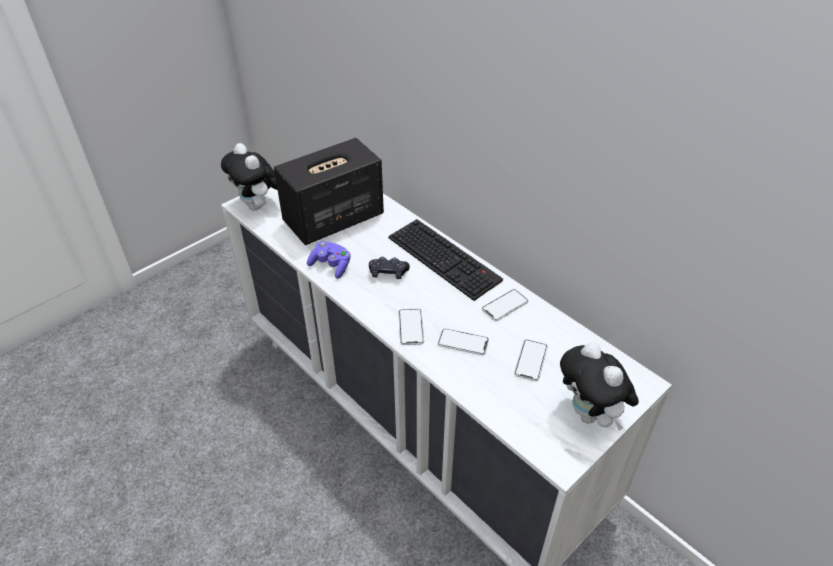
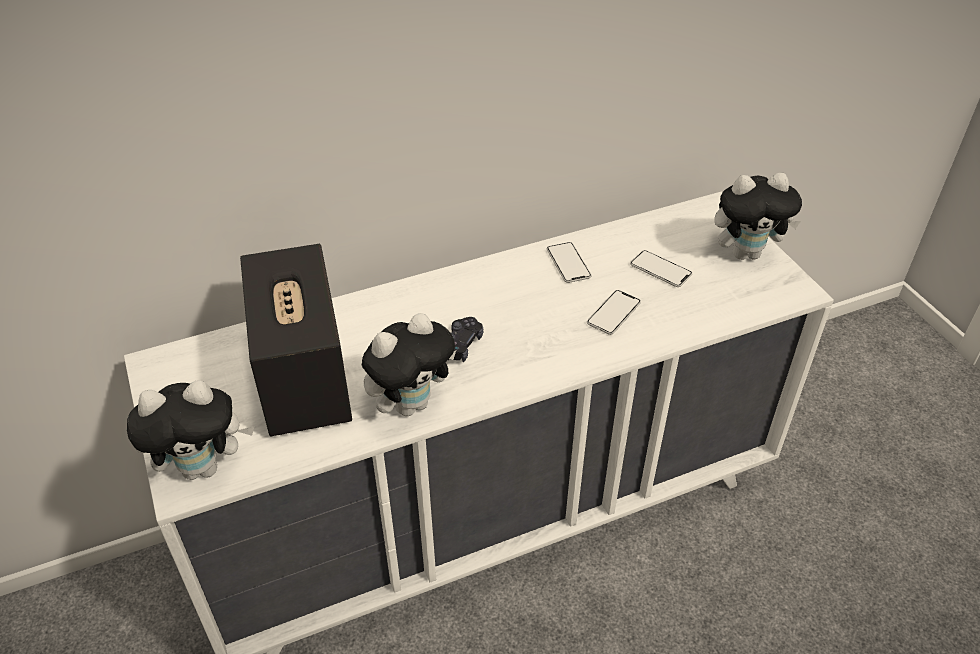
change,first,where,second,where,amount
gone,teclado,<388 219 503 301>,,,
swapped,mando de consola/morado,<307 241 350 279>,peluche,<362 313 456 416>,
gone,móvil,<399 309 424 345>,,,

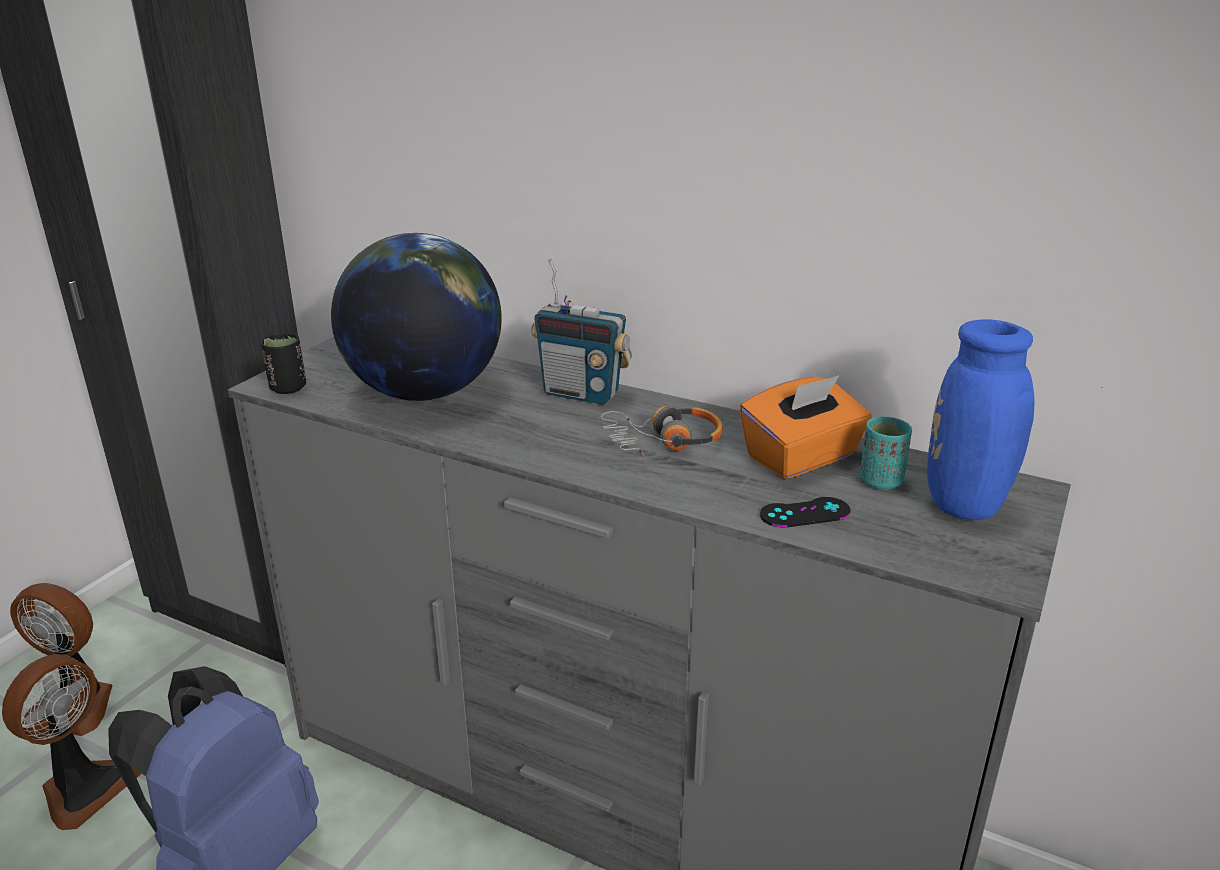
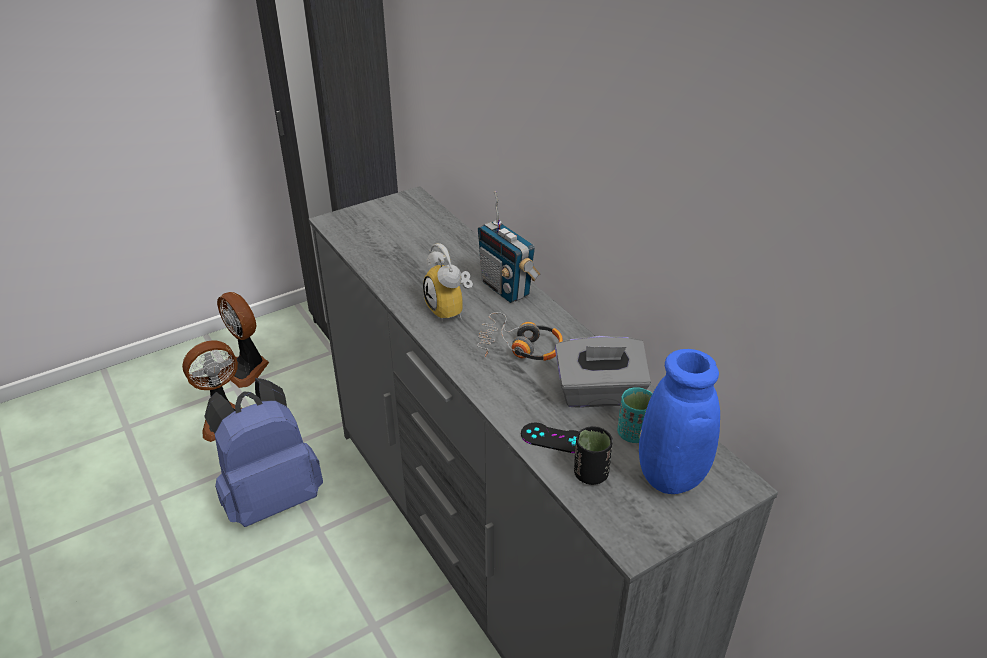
change,first,where,second,where,amount
gone,globo terráqueo,<331 233 502 401>,,,
shifted,taza/negro,<261 333 306 394>,,<574 426 613 485>,
repainted,caja de pañuelos/naranja,<739 375 872 479>,caja de pañuelos/gris,<555 336 651 408>,
new,,,despertador,<423 243 473 322>,

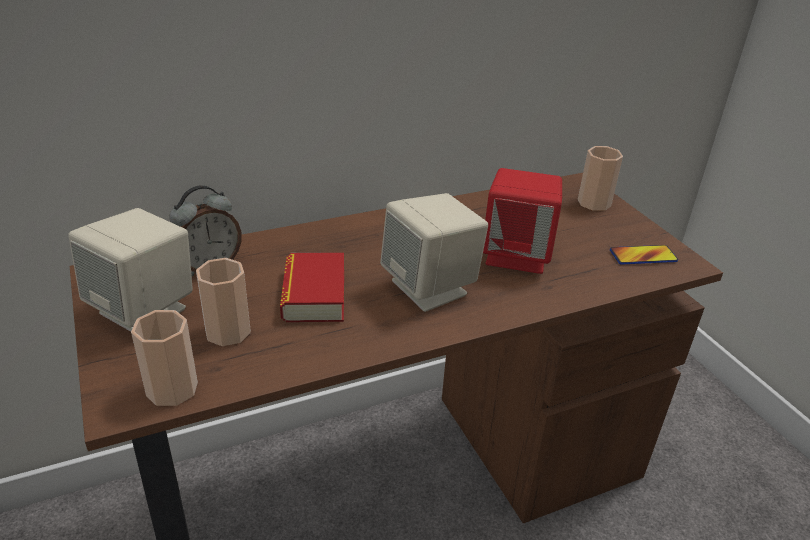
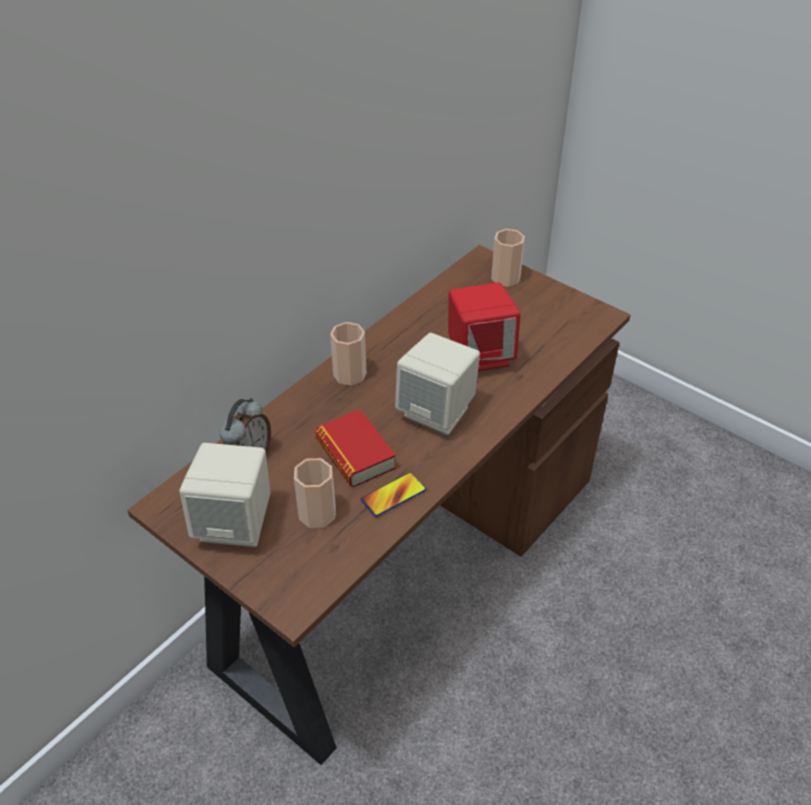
change,first,where,second,where,amount
shifted,móvil,<610 245 678 264>,,<361 472 426 517>,
shifted,taza,<131 310 198 406>,,<330 322 366 386>,

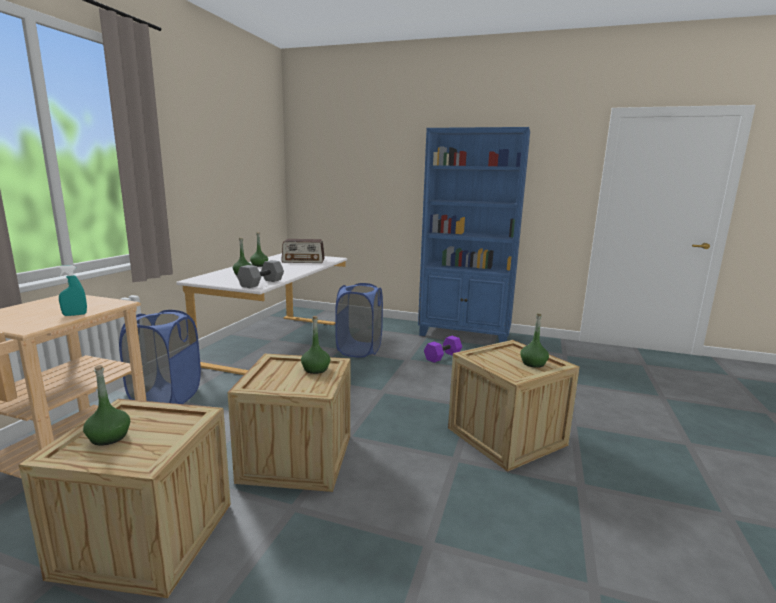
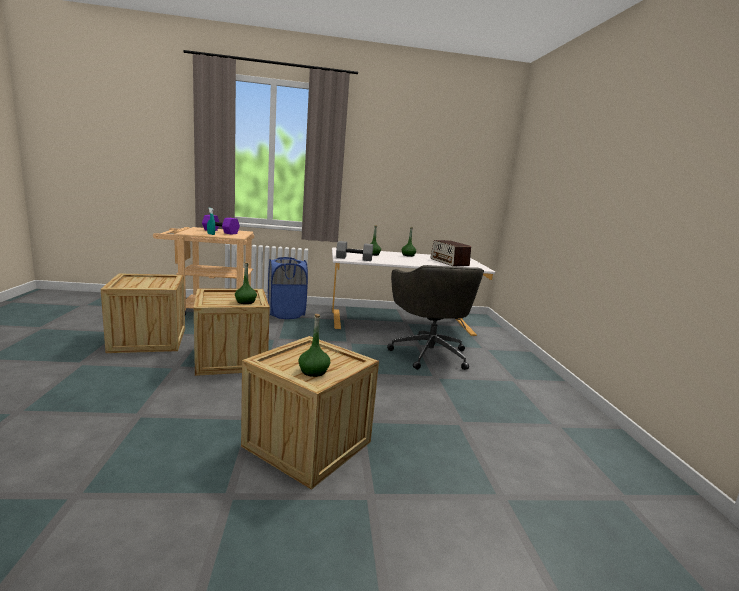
change,first,where,second,where,amount
gone,estantería/azul,<418 127 530 343>,,,
swapped,cesto de la ropa/azul,<335 283 383 358>,silla de oficina/gris,<387 265 484 370>,
shifted,mancuerna/morado,<424 336 462 363>,,<202 215 240 235>,
gone,botella/verde,<83 365 130 446>,,,

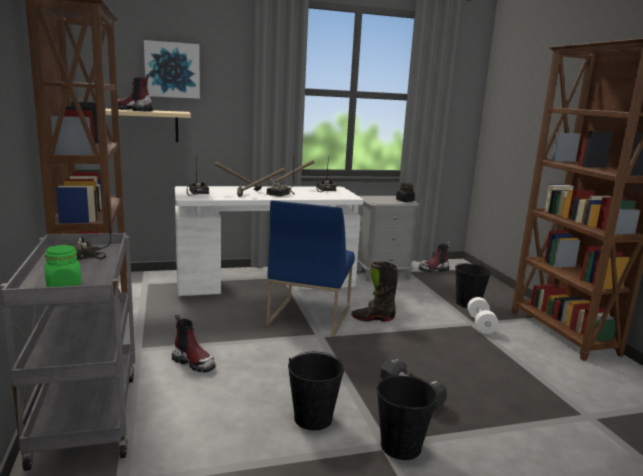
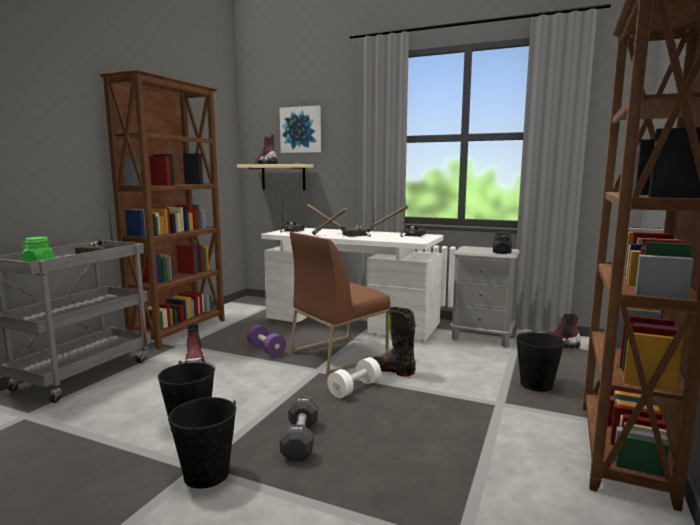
change,first,where,second,where,amount
repainted,silla/azul,<266 200 355 337>,silla/marrón,<290 232 390 375>,
shifted,mancuerna/blanco,<467 297 499 334>,,<327 357 381 398>,
new,,,mancuerna/morado,<247 325 286 357>,

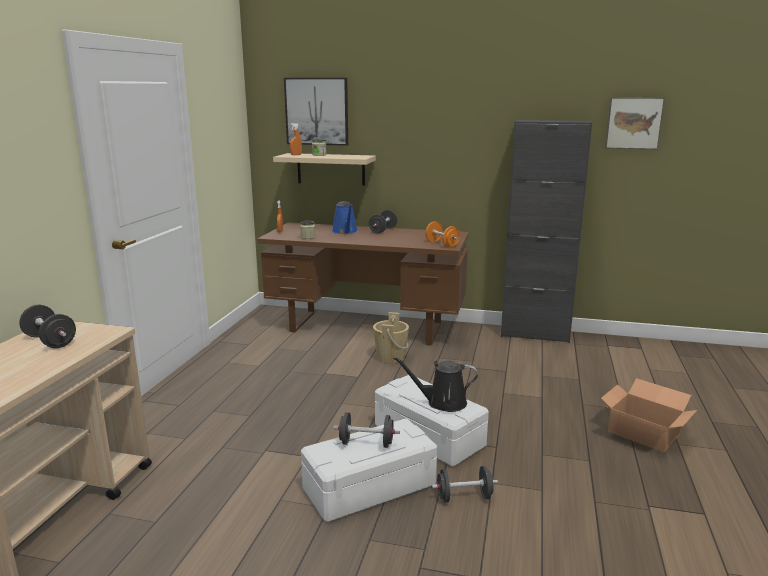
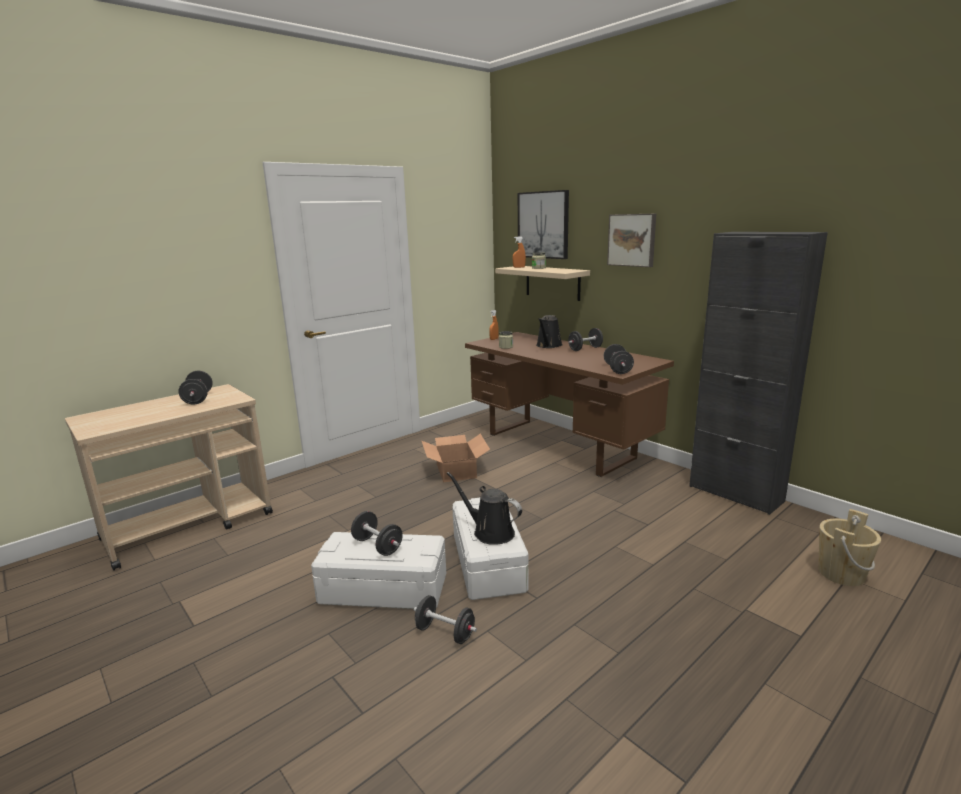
change,first,where,second,where,amount
shifted,cuadro,<605 97 665 150>,,<607 214 656 267>,
repainted,regadera/azul,<332 201 358 234>,regadera/negro,<536 315 563 348>,
repainted,mancuerna/naranja,<425 221 460 247>,mancuerna/negro,<604 344 634 374>,
shifted,cubo/beis,<373 312 409 363>,,<818 509 881 586>,
shifted,caja de cartón,<601 378 697 452>,,<422 434 490 482>,

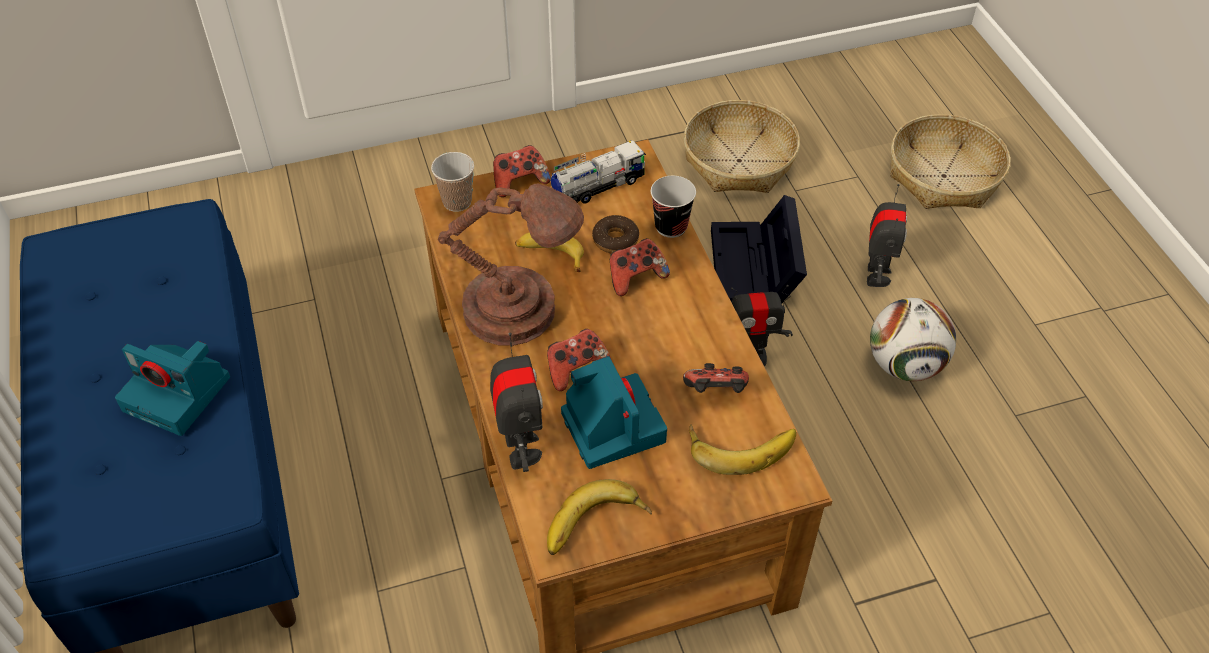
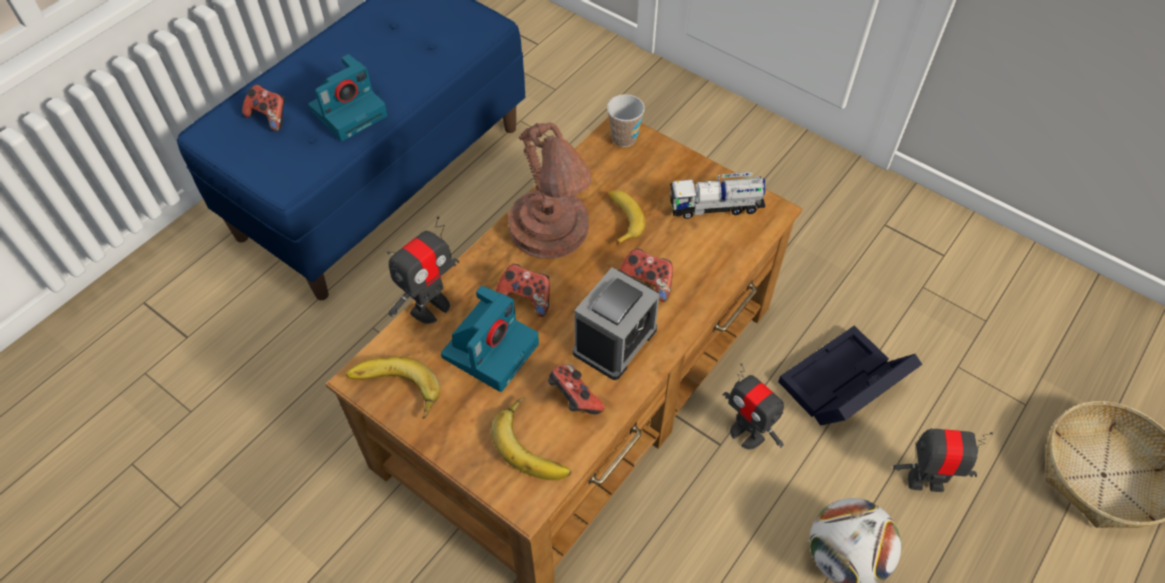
change,first,where,second,where,amount
gone,cesta,<684 100 800 193>,,,
rotated,camión de juguete,<551 140 646 204>,,<670 172 765 219>,150 degrees clockwise
shifted,mando de consola,<493 145 551 197>,,<242 84 285 132>,
gone,taza,<651 176 696 238>,,,
rotated,robot de juguete,<867 184 907 287>,,<893 428 993 492>,150 degrees counterclockwise
gone,rosquilla,<592 215 639 253>,,,
rotated,cámara,<115 341 230 436>,,<308 54 388 141>,120 degrees counterclockwise
new,,,despertador,<573 267 660 380>,

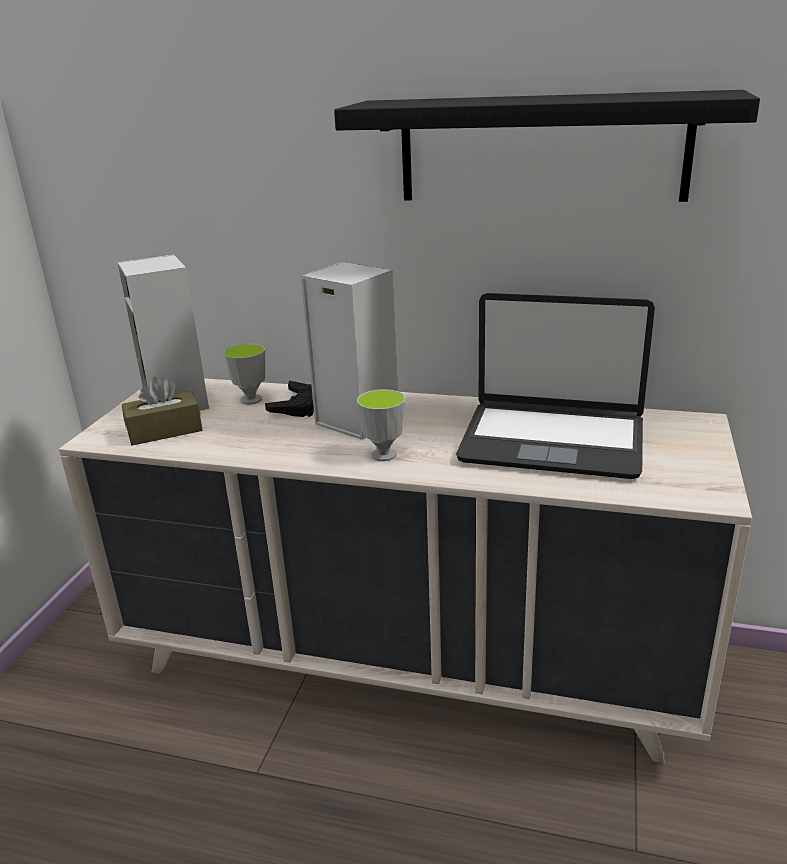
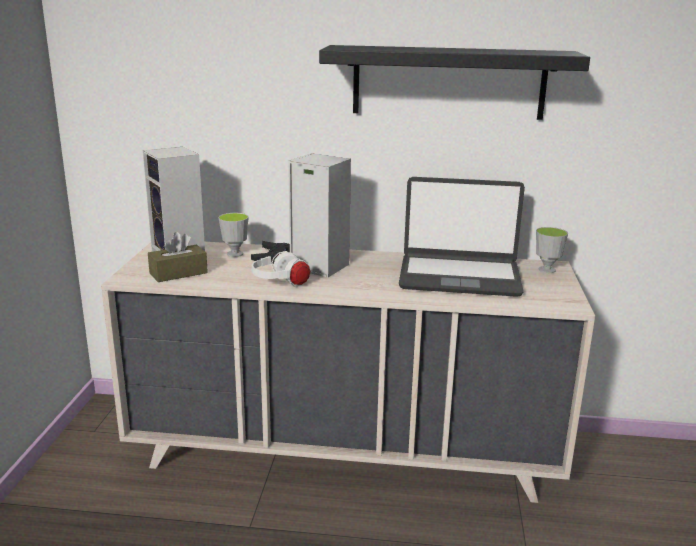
change,first,where,second,where,amount
shifted,taza,<357 389 405 461>,,<536 227 568 273>,
new,,,auriculares/blanco,<252 251 311 287>,

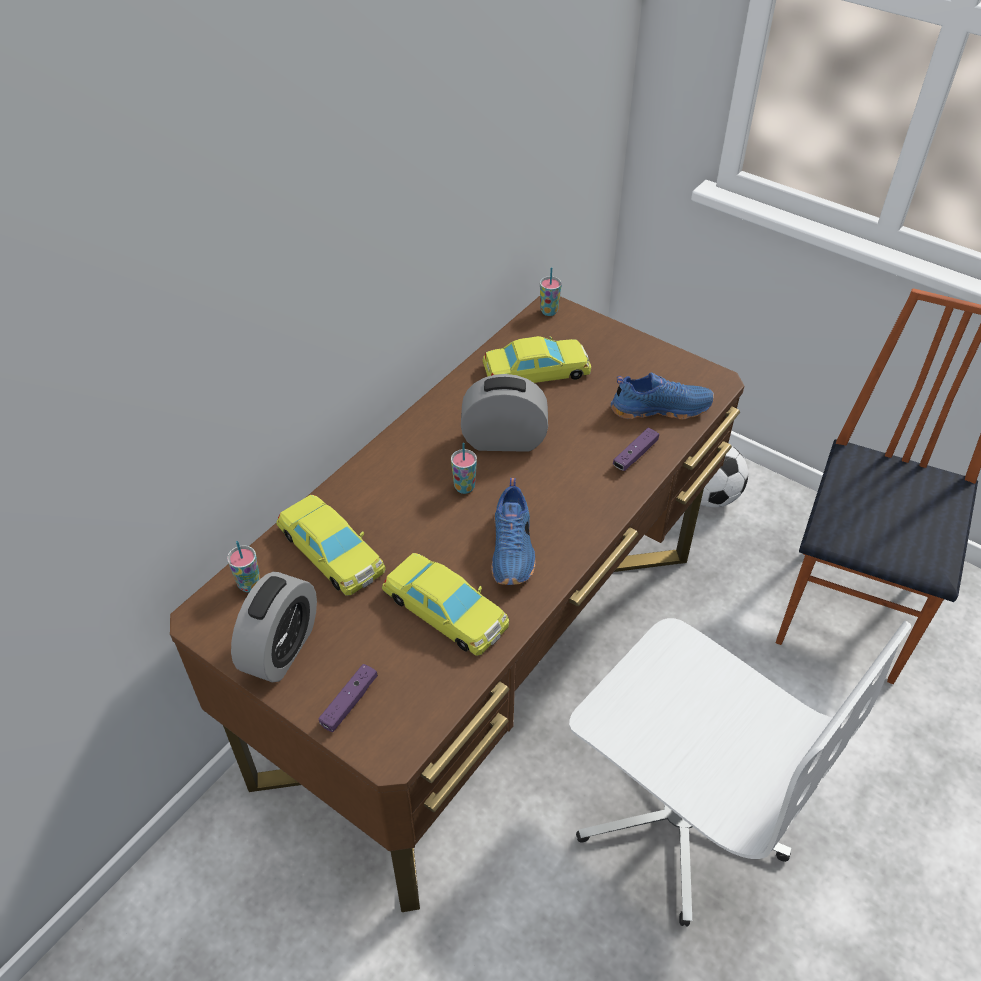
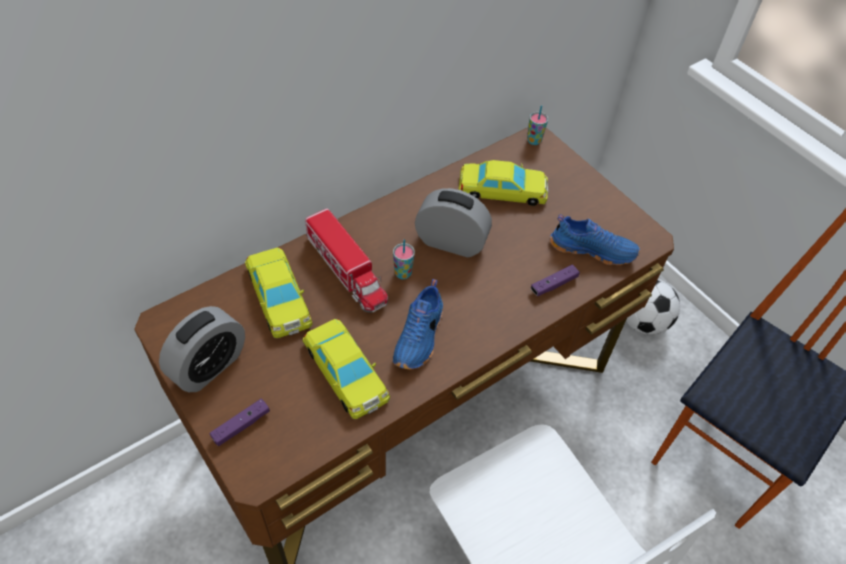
change,first,where,second,where,amount
gone,taza,<227 541 260 592>,,,
new,,,camión de juguete,<305 208 388 313>,

